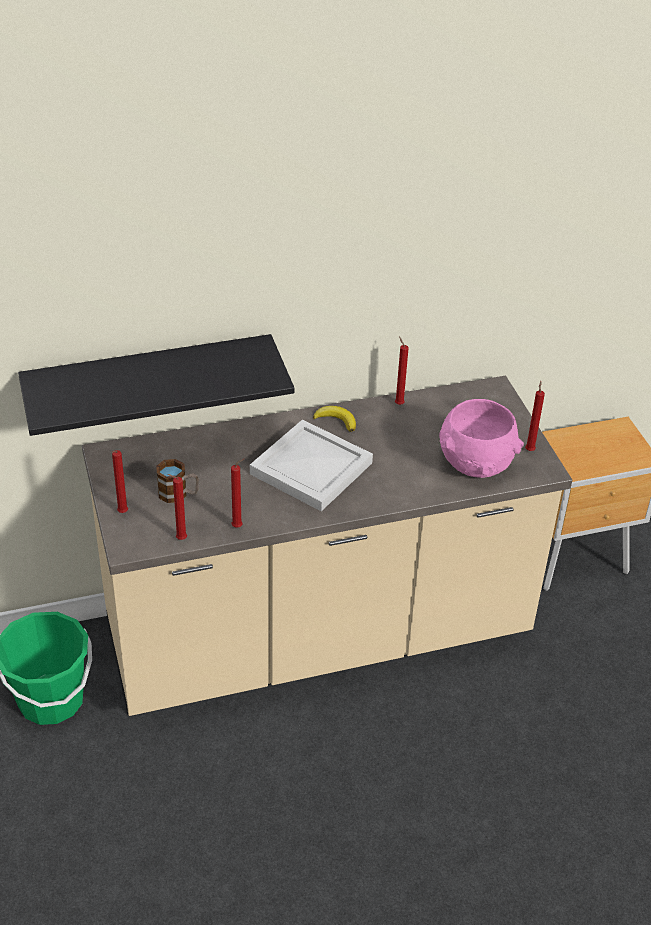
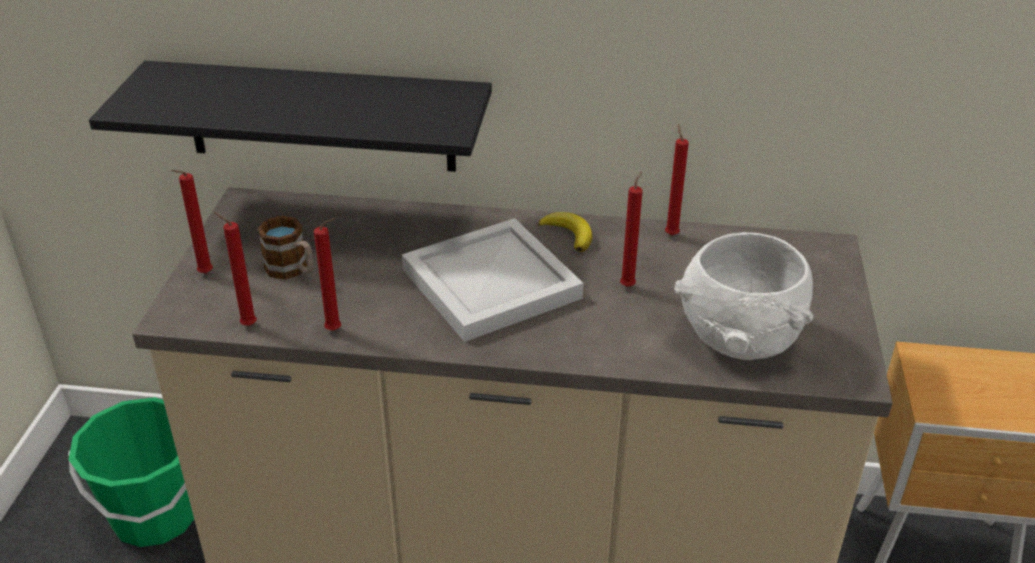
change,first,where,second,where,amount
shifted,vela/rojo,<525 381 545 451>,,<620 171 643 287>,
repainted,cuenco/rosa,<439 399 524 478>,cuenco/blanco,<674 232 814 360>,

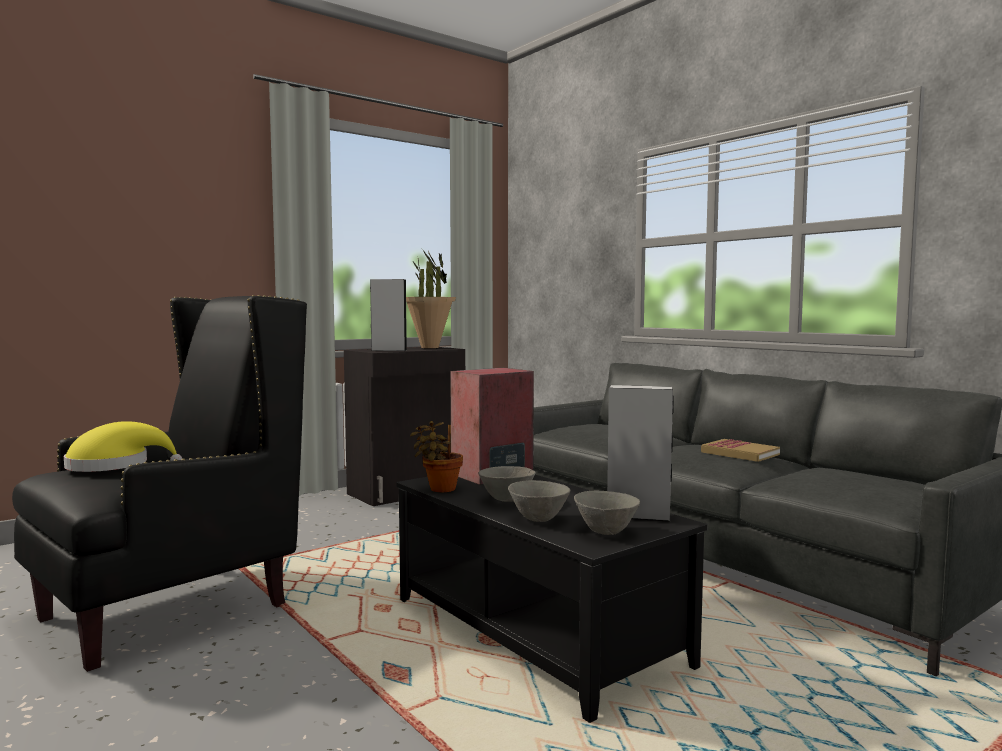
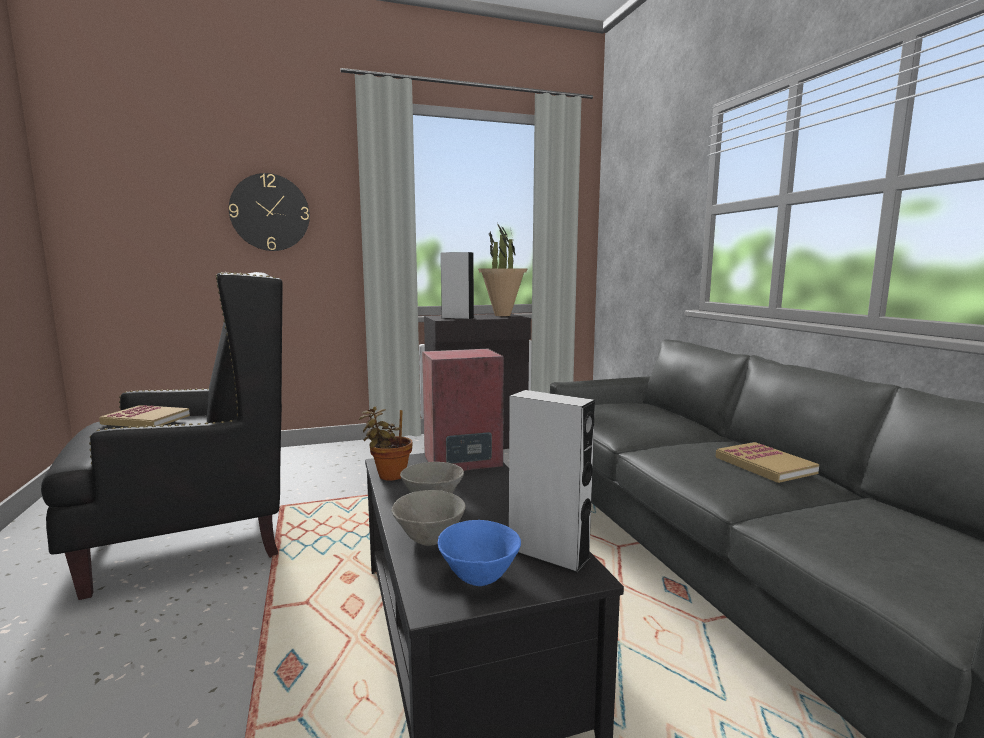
change,first,where,second,where,amount
swapped,sombrero/amarillo,<64 421 182 472>,libro,<99 405 190 427>,
repainted,cuenco/gris,<574 491 640 535>,cuenco/azul,<438 520 521 586>,
new,,,reloj de pared,<229 173 310 251>,

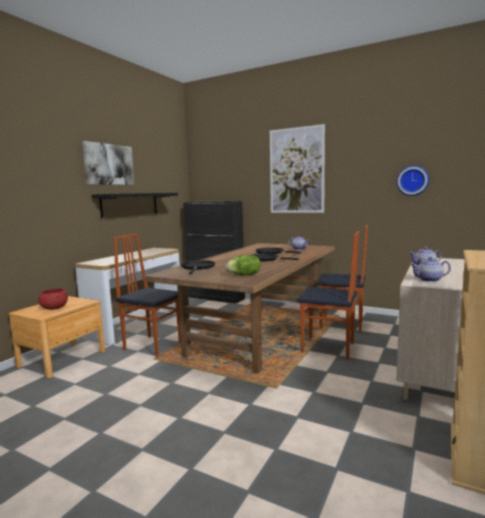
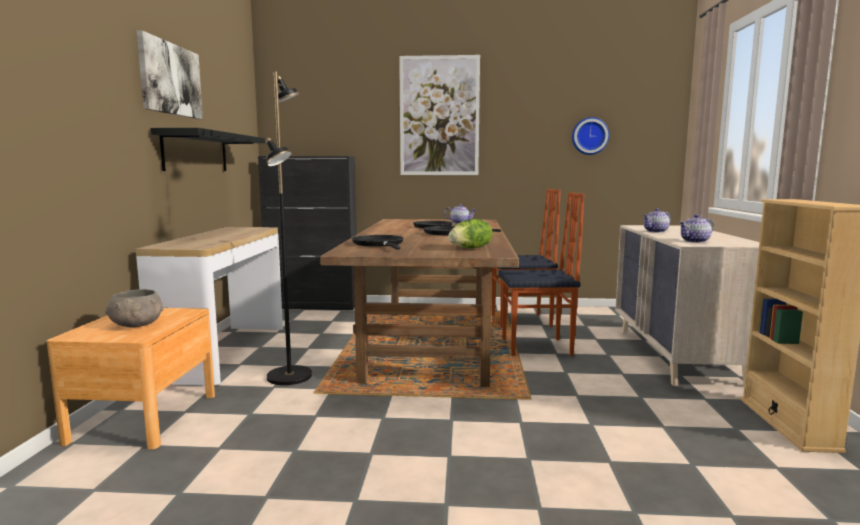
change,first,where,second,where,amount
swapped,silla,<114 234 181 357>,lámpara de pie/negro,<266 71 312 385>,
repainted,cuenco/rojo,<38 288 68 310>,cuenco/gris,<105 289 164 327>,

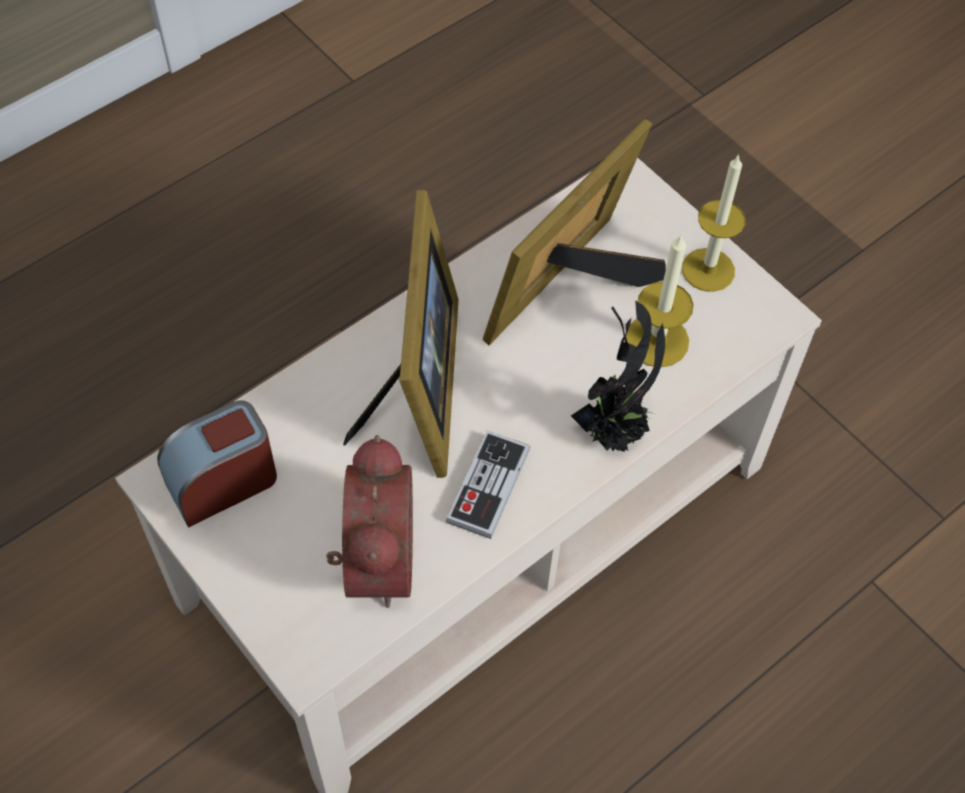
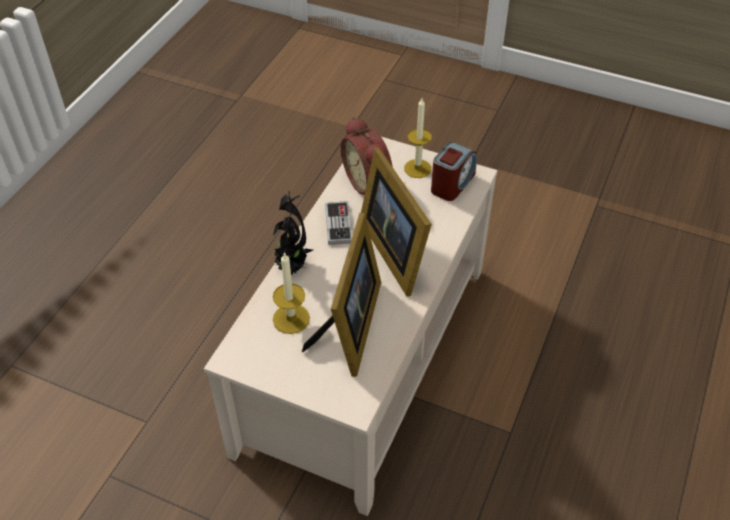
change,first,where,second,where,amount
shifted,vela,<682 154 745 292>,,<404 98 432 178>,

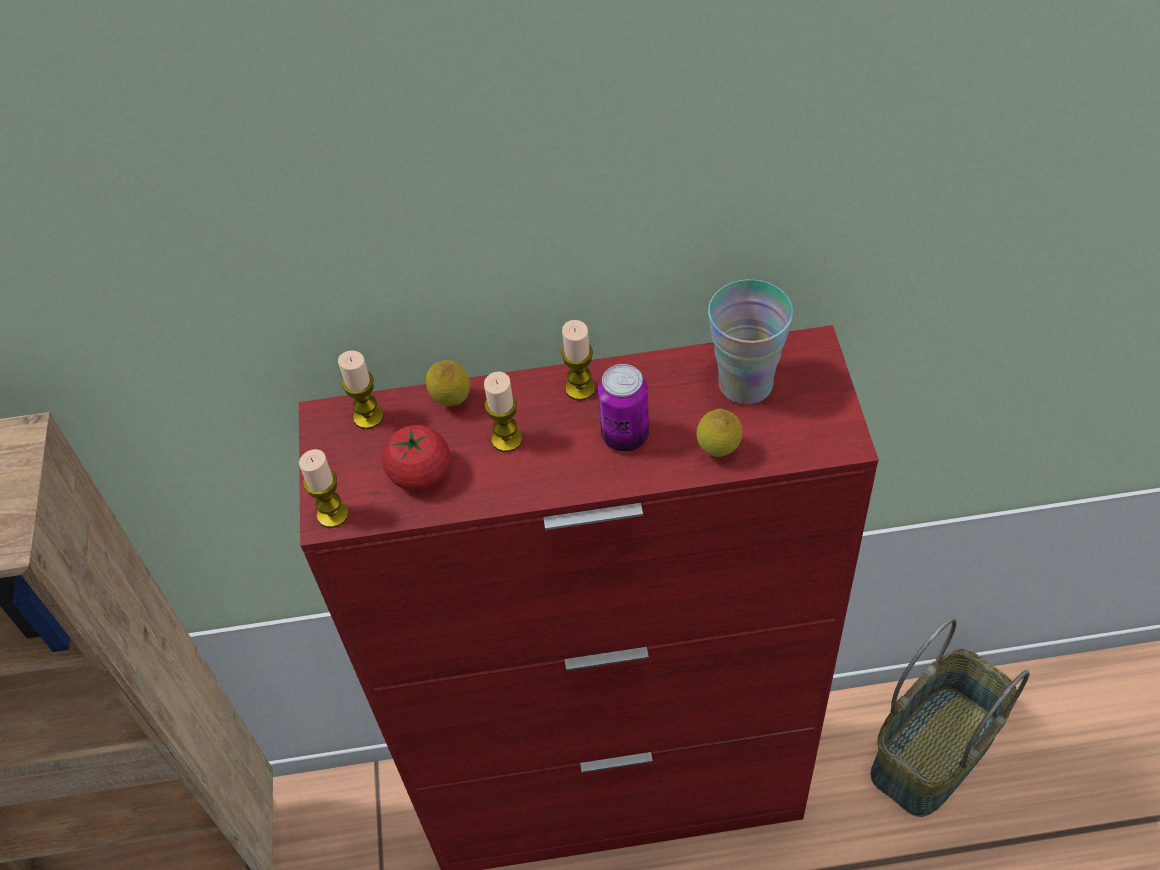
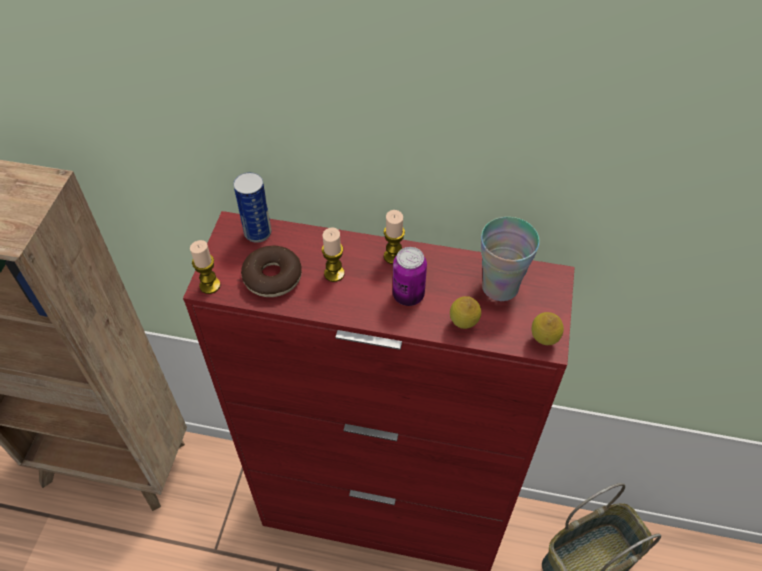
change,first,where,second,where,amount
swapped,vela,<338 351 384 429>,lata,<233 172 271 243>,
shifted,limón,<426 360 470 406>,,<532 312 564 345>,
swapped,tomate,<382 425 450 490>,rosquilla,<241 246 302 297>,

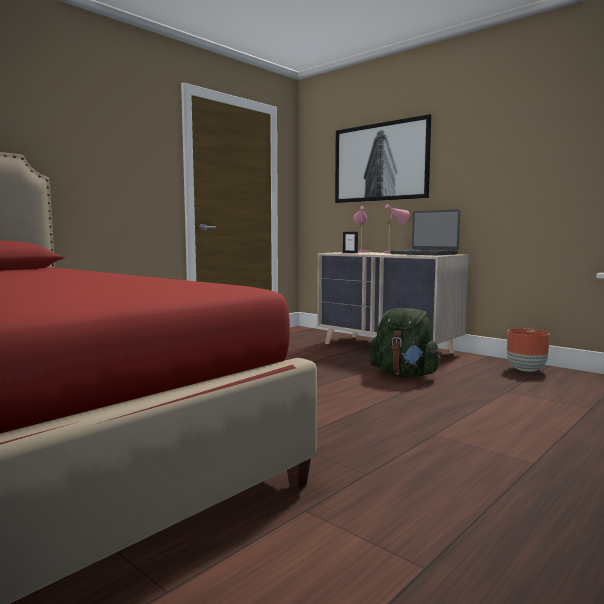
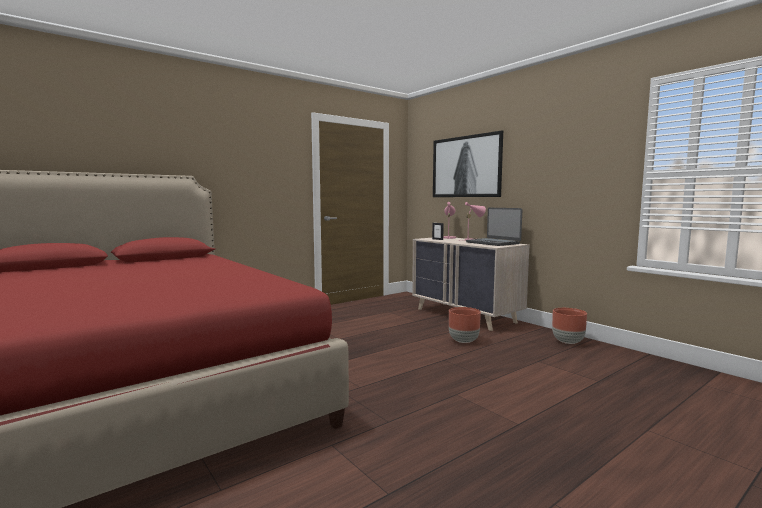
change,first,where,second,where,amount
swapped,mochila/verde,<369 308 441 377>,maceta/marrón,<449 307 481 343>,

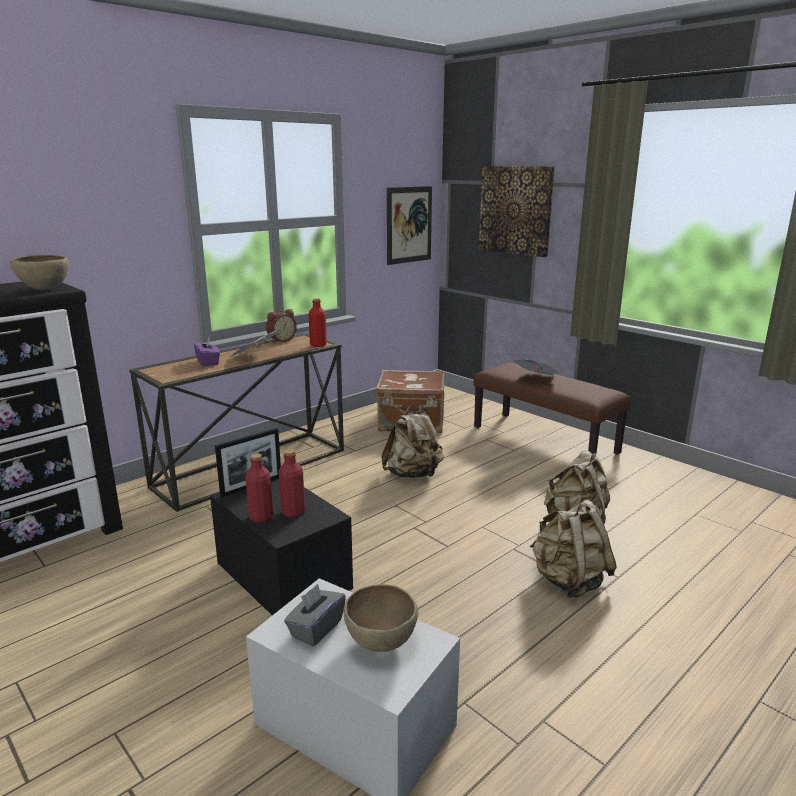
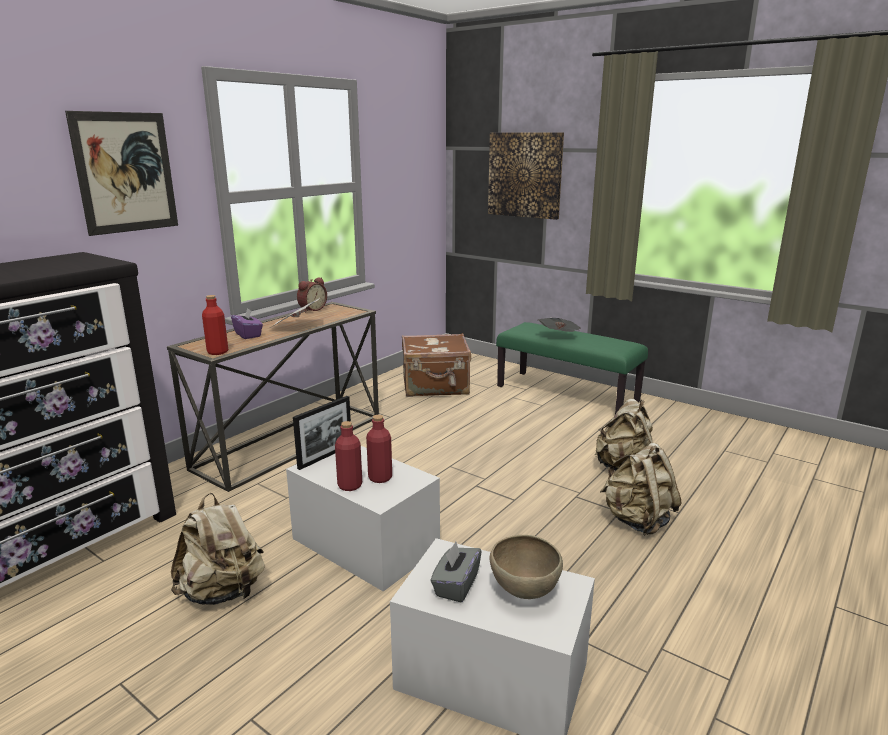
change,first,where,second,where,amount
shifted,cuadro,<387 186 432 265>,,<65 111 178 236>,
gone,cuenco/marrón,<10 255 69 290>,,,
shifted,botella/rojo,<308 298 327 347>,,<202 295 228 355>,
repainted,banco/marrón,<474 363 631 454>,banco/verde,<496 322 648 414>,
shifted,mochila/beis,<381 405 444 478>,,<171 493 265 605>,
repainted,caja de almacenaje/negro,<210 478 353 615>,caja de almacenaje/blanco,<286 446 440 592>,

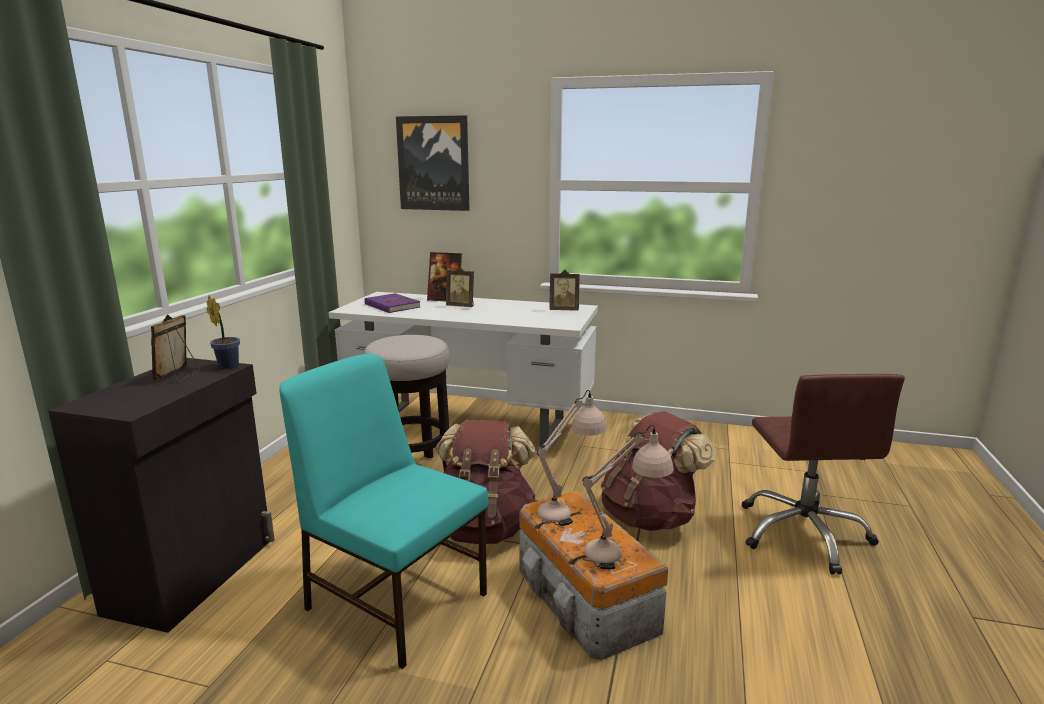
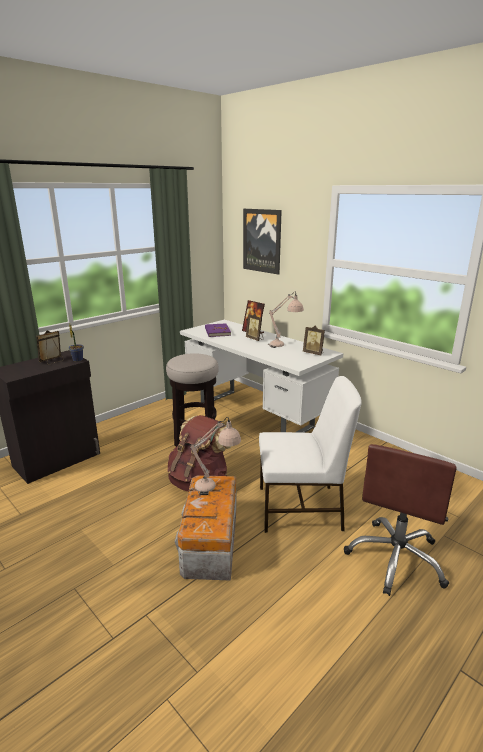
change,first,where,second,where,amount
gone,silla/turquesa,<279 354 488 669>,,,
swapped,mochila/marrón,<601 411 717 531>,silla/blanco,<259 376 362 533>,
shifted,lámpara de mesa/beis,<582 425 674 570>,,<267 291 304 348>,

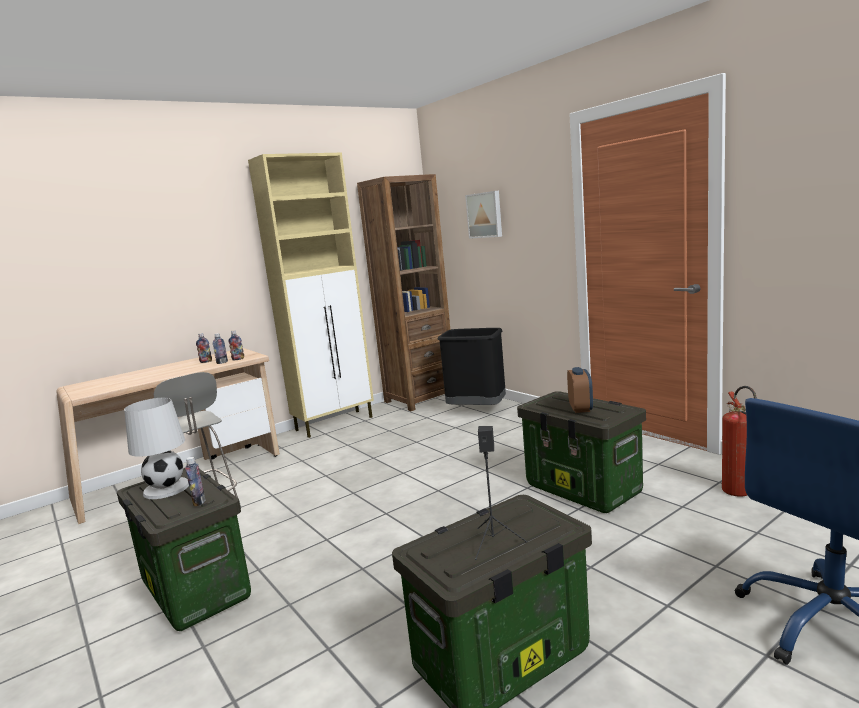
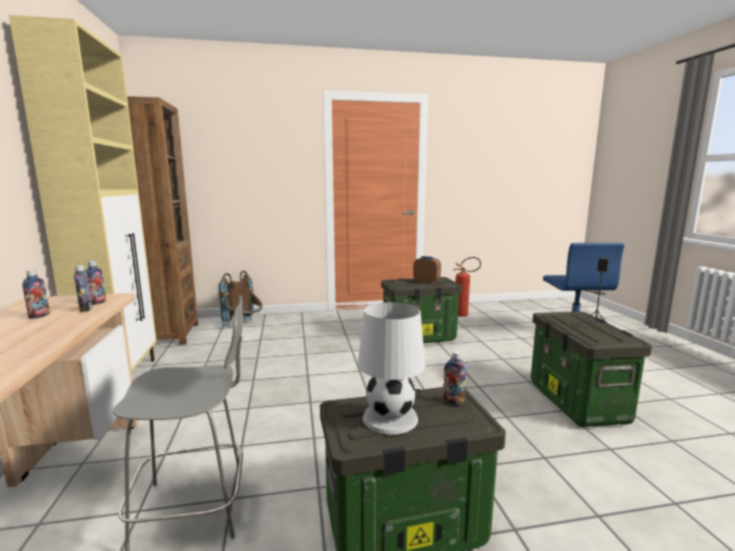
change,first,where,second,where,amount
gone,cuadro,<465 191 502 239>,,,
swapped,papelera/negro,<438 328 506 405>,mochila/marrón,<219 271 263 326>,

